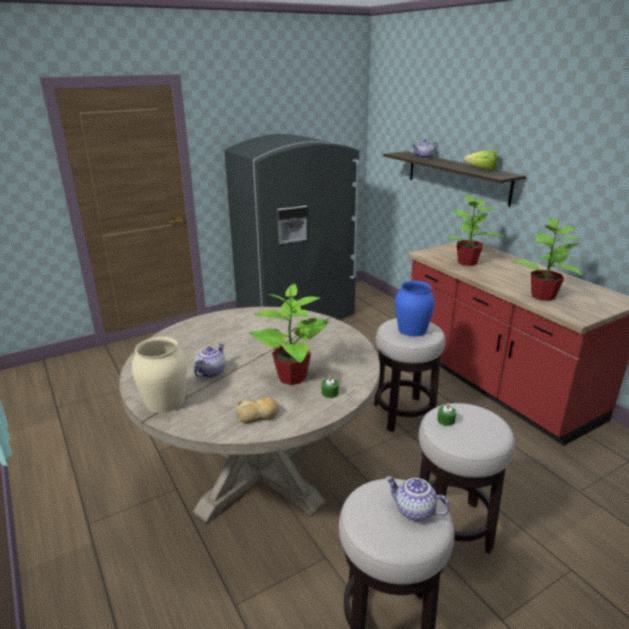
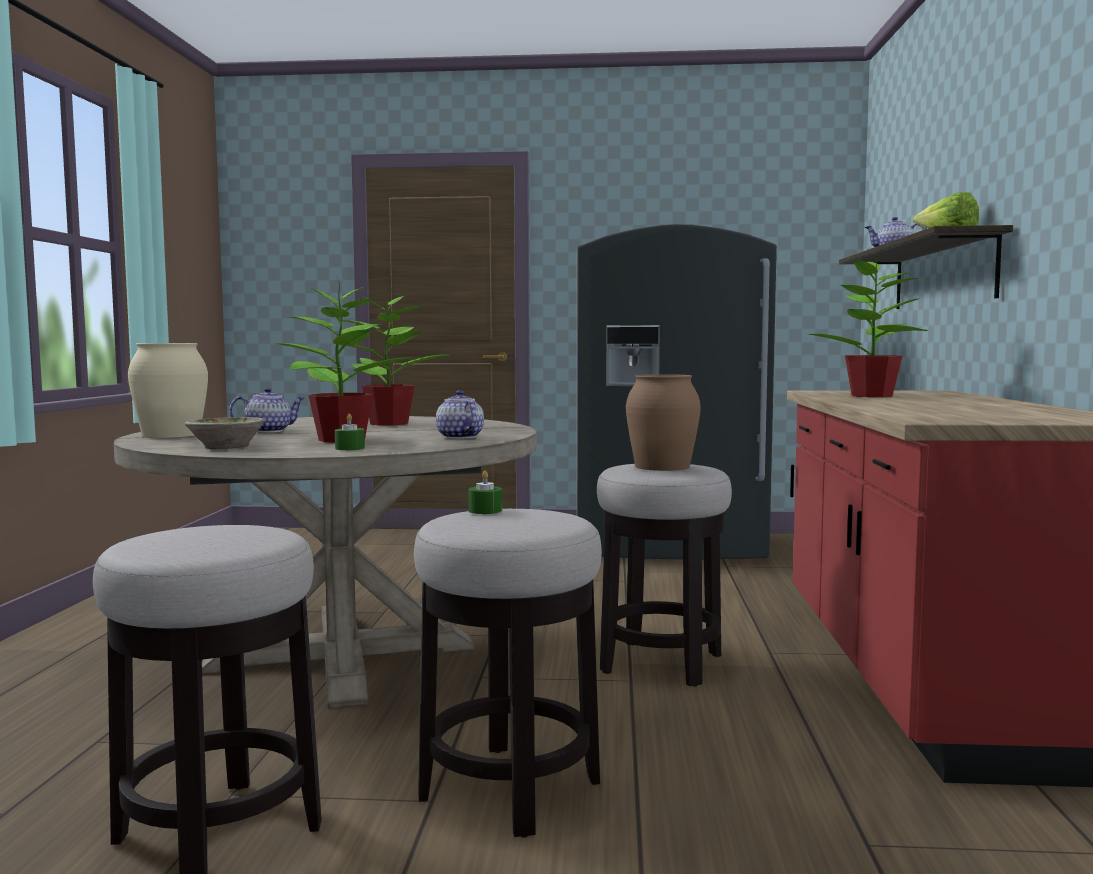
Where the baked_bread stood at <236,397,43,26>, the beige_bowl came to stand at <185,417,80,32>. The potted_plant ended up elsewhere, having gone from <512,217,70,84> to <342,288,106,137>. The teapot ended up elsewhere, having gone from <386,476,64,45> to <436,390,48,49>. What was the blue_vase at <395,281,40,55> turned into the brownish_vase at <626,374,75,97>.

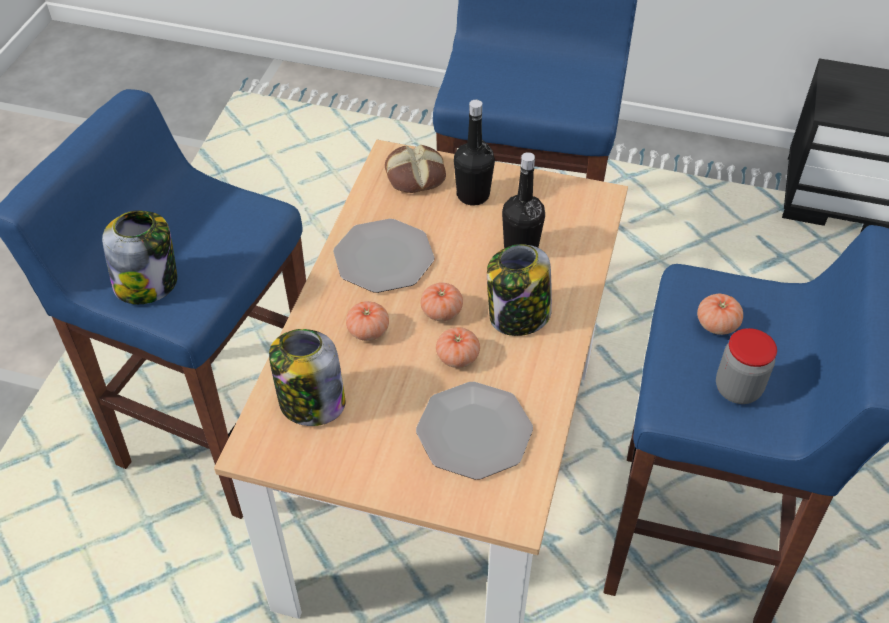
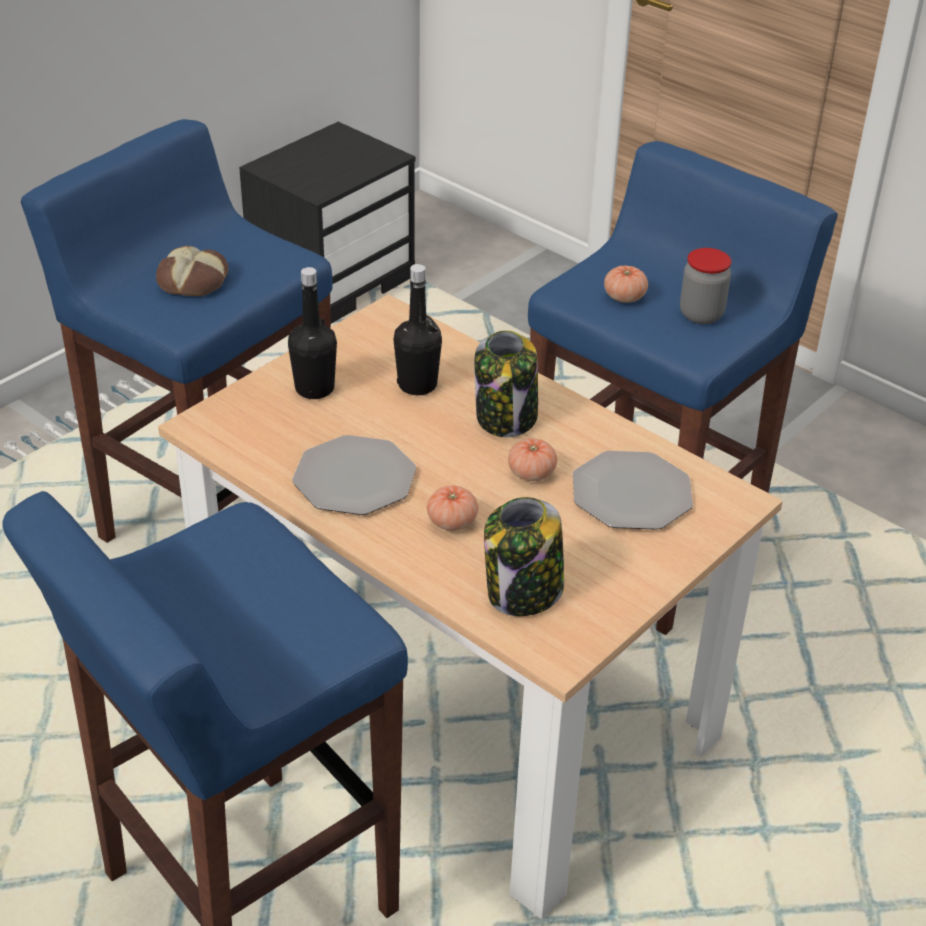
The baked_bread ended up elsewhere, having gone from <385,145,61,48> to <156,246,73,50>. The second view lost the preserve_jar at <102,210,75,94>. The second view lost the whole_tomato at <421,283,42,38>.

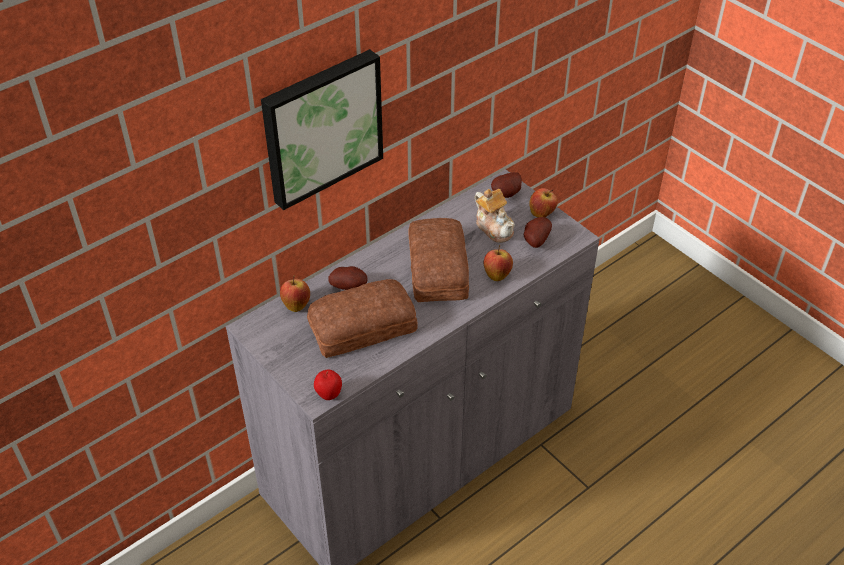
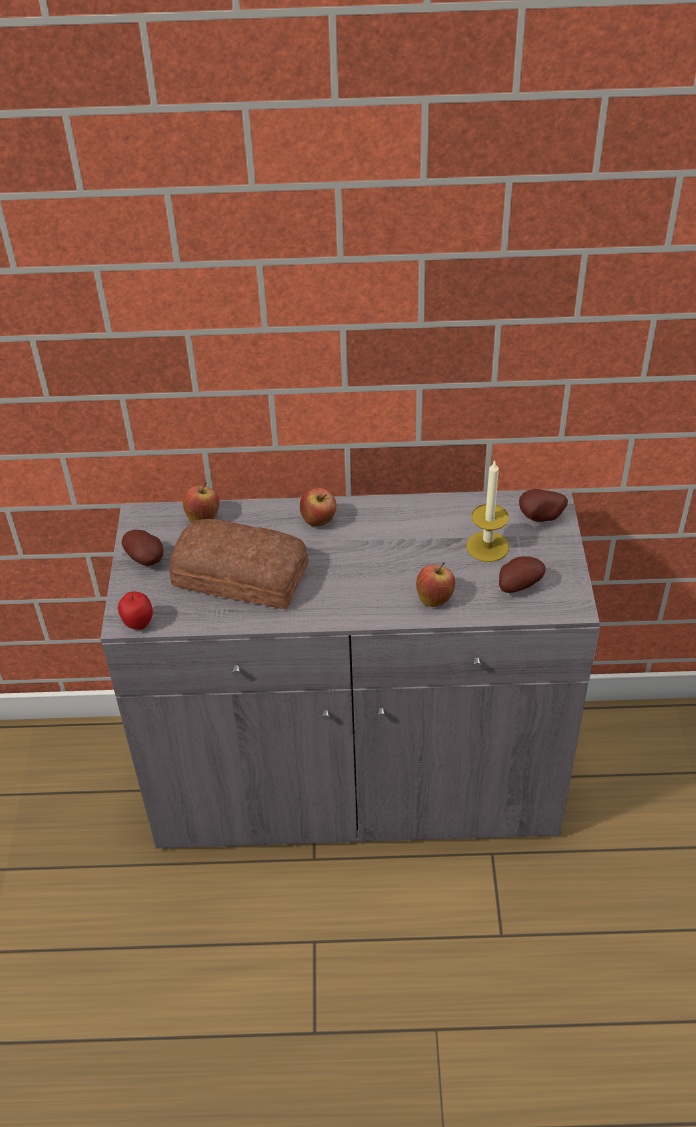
The spud ended up elsewhere, having gone from <328,266,40,24> to <122,530,42,36>. The whole_apple ended up elsewhere, having gone from <529,188,29,29> to <300,488,37,38>. Where the teapot stood at <475,189,40,54>, the candle came to stand at <466,460,43,102>. The second view lost the picture at <261,49,122,161>. The second view lost the baked_bread at <409,218,60,84>.

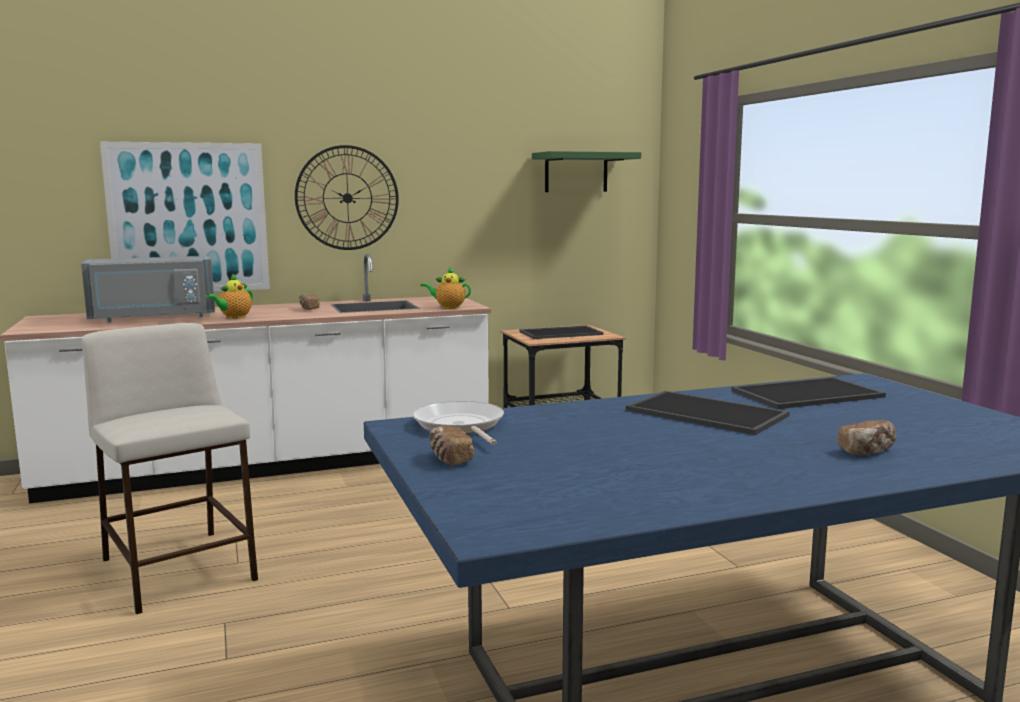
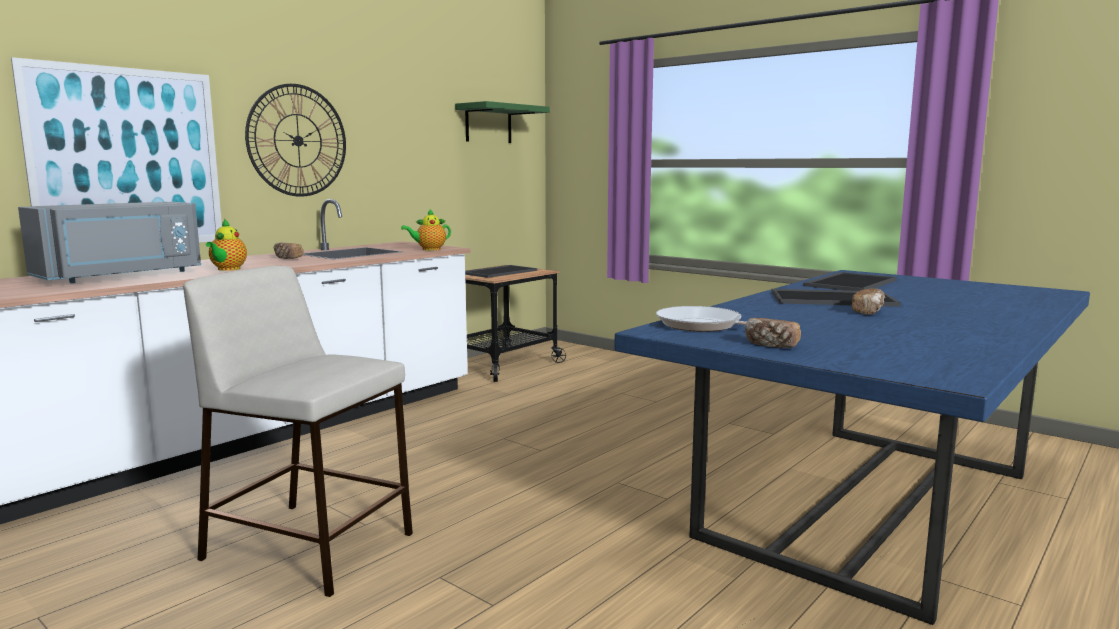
The baked_bread ended up elsewhere, having gone from <837,420,60,36> to <852,288,34,27>.

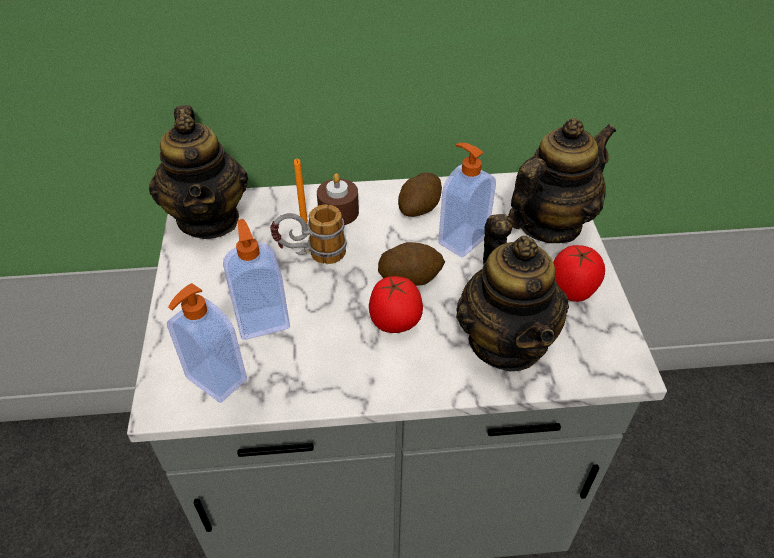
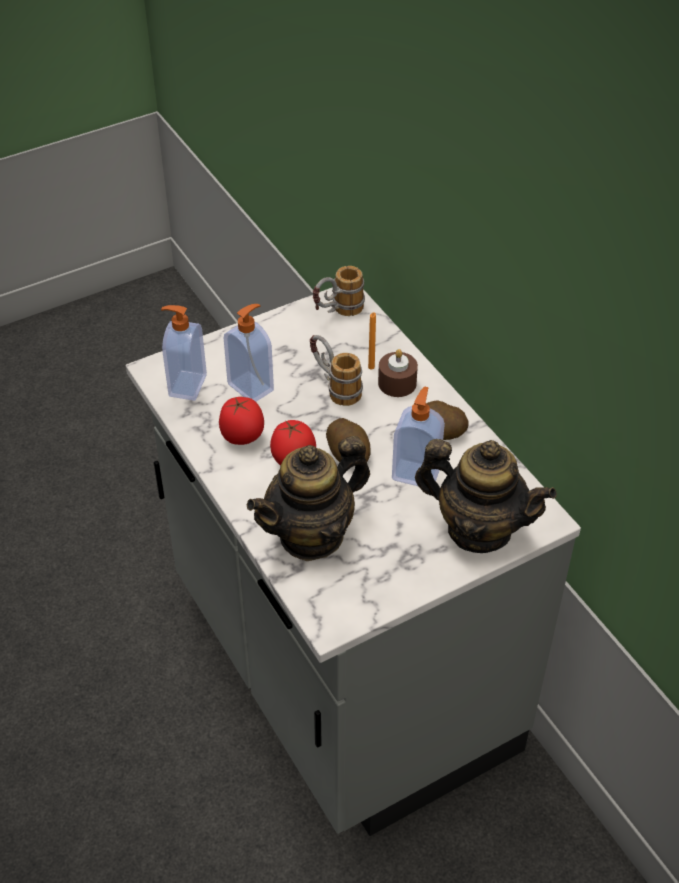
The whole_tomato ended up elsewhere, having gone from <553,245,52,57> to <219,397,45,48>. Where the teapot stood at <149,105,99,134>, the coffee_mug came to stand at <313,266,52,50>.

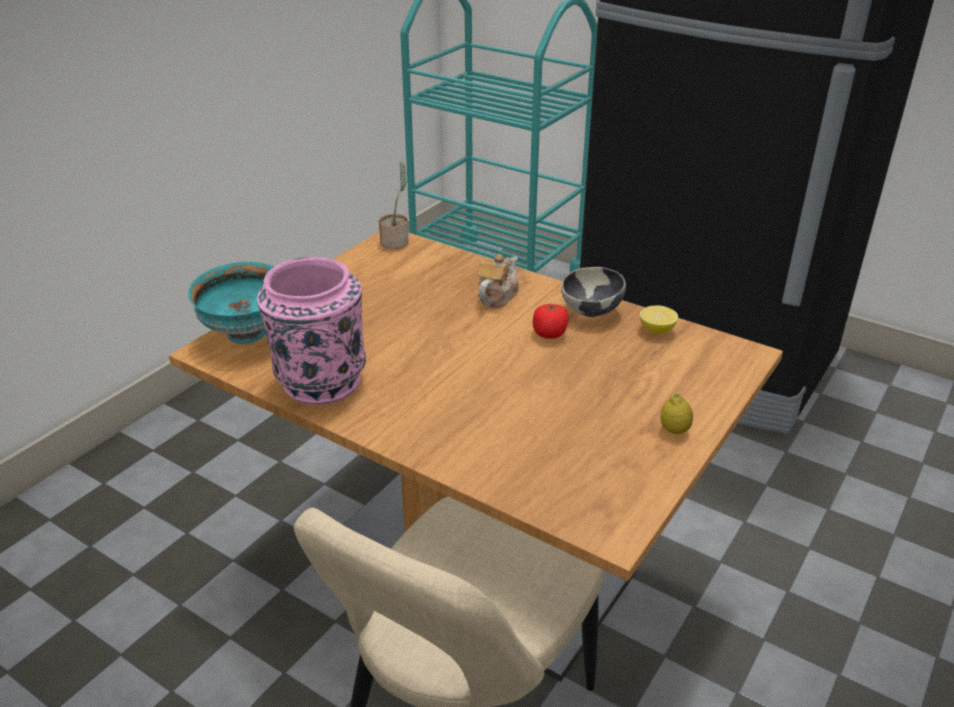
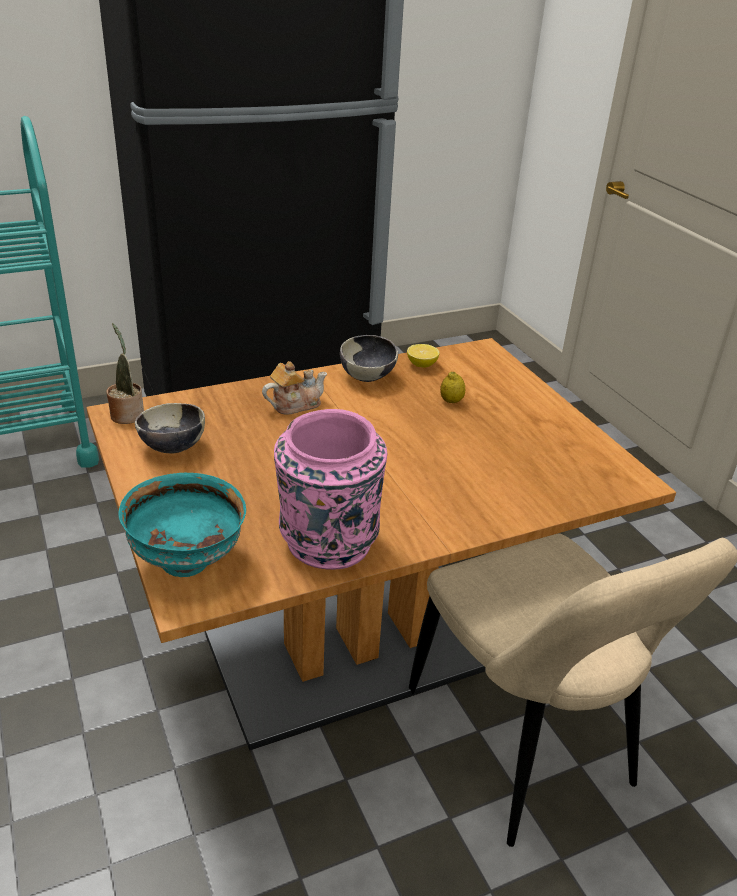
The second view gained the bowl at <135,403,70,51>. The teapot at <477,254,42,54> ended up facing another way, 90 degrees clockwise from before. The citrus_fruit ended up elsewhere, having gone from <661,394,32,40> to <440,372,25,31>. The second view lost the whole_tomato at <533,303,35,36>.

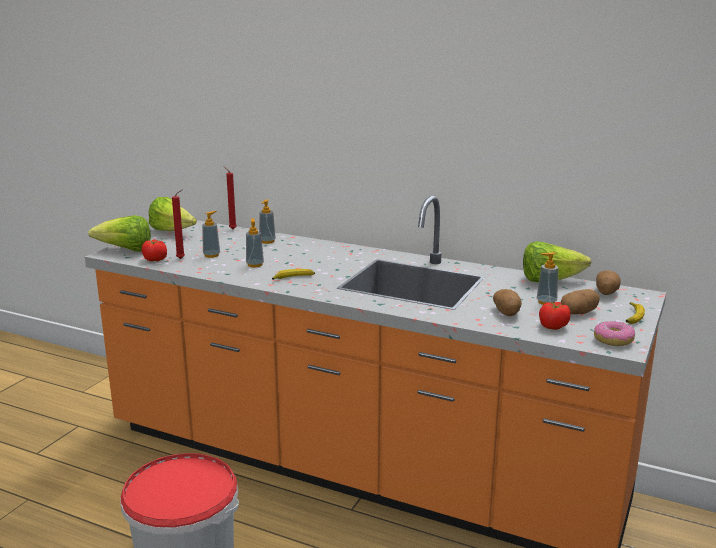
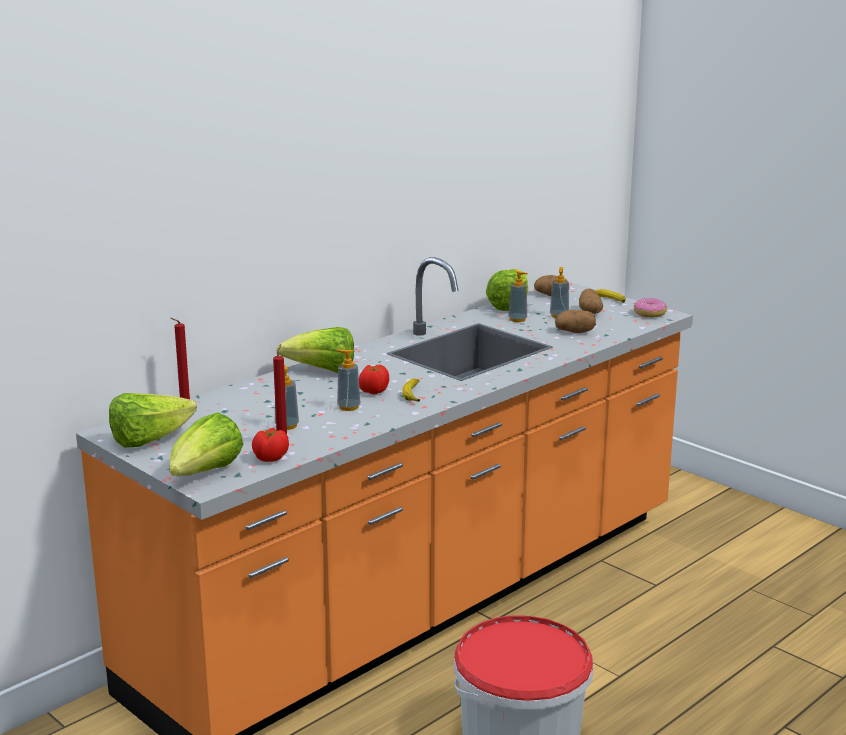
The second view gained the head_of_lettuce at <276,327,78,46>. The whole_tomato ended up elsewhere, having gone from <539,302,32,28> to <359,365,30,30>. The liquid_soap_bottle ended up elsewhere, having gone from <259,199,17,45> to <508,270,20,52>.

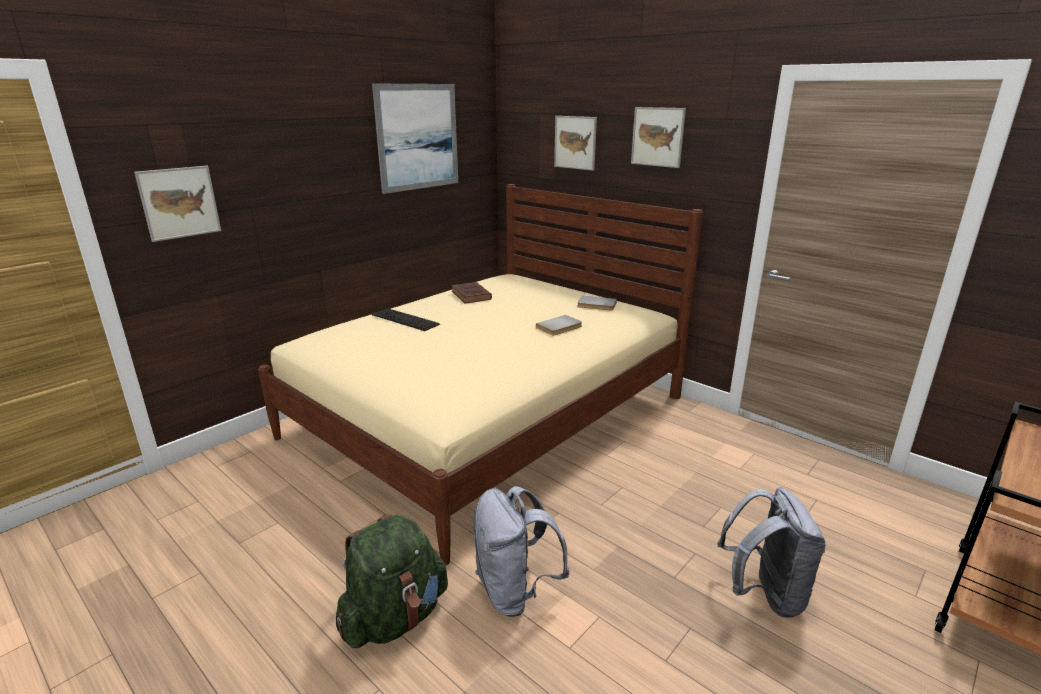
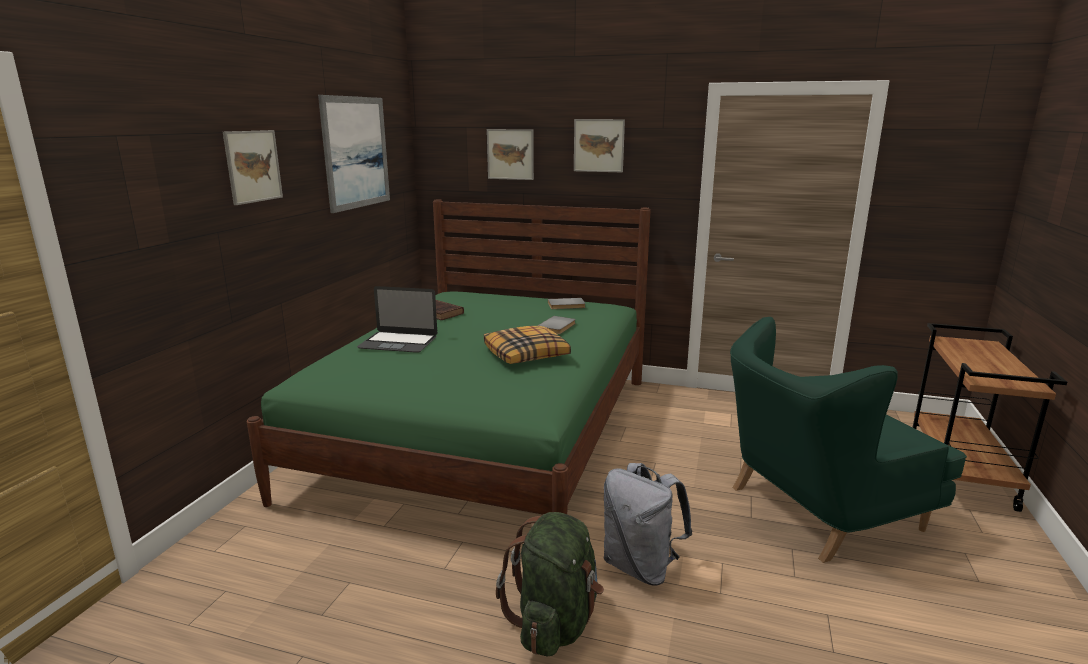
The picture ended up elsewhere, having gone from <134,166,87,76> to <223,130,60,75>. What was the beige_bedroom_bed at <258,184,445,381> turned into the green-coloured_bedroom_bed at <247,199,404,316>. Where the keyboard stood at <372,308,68,23>, the portable_computer came to stand at <357,286,80,67>. The second view gained the throw_pillow at <484,326,87,38>. Where the gray_backpack stood at <717,487,109,131>, the green-coloured_lounge_chair came to stand at <730,317,237,246>.

